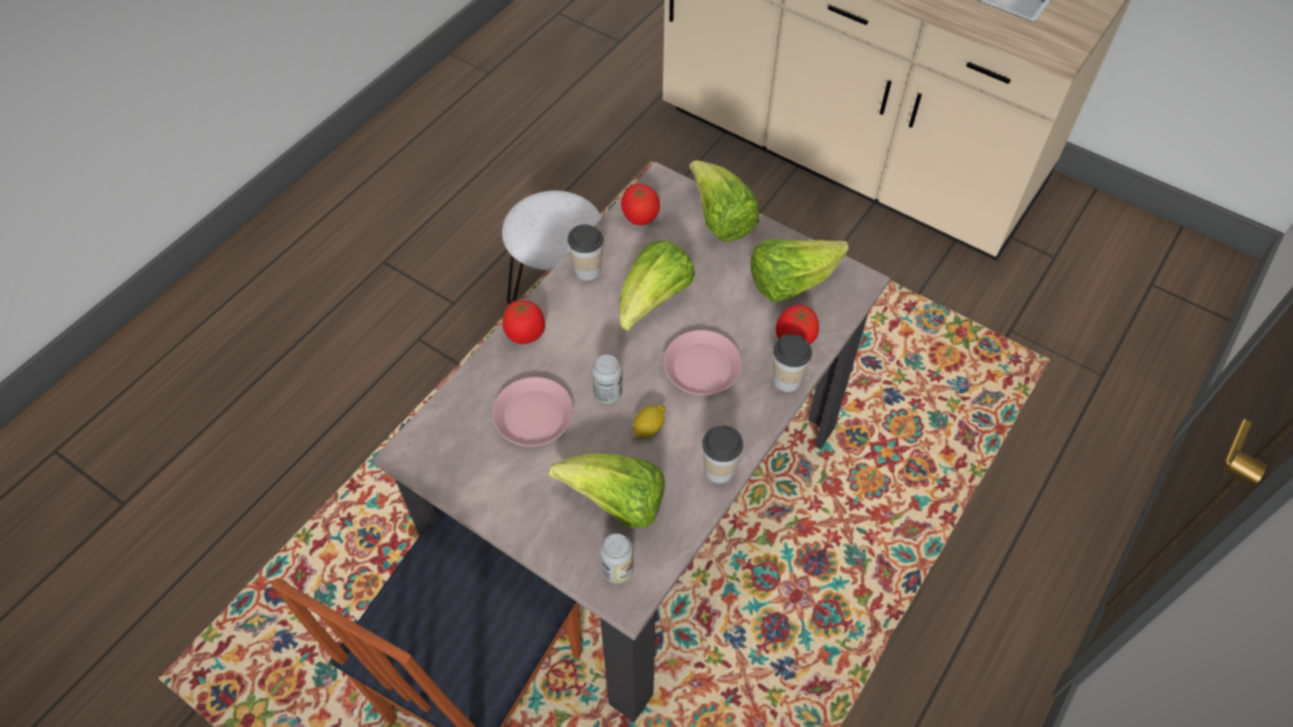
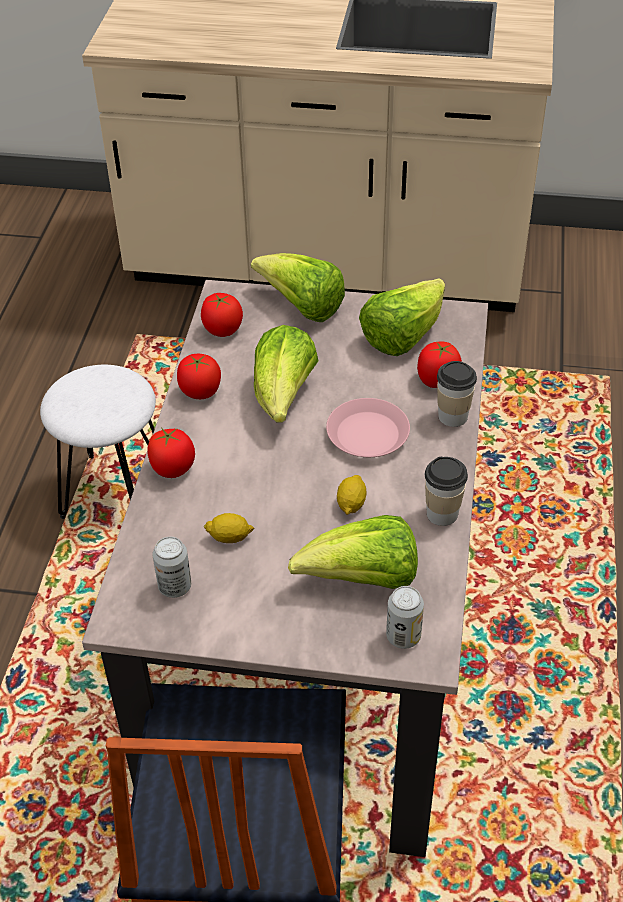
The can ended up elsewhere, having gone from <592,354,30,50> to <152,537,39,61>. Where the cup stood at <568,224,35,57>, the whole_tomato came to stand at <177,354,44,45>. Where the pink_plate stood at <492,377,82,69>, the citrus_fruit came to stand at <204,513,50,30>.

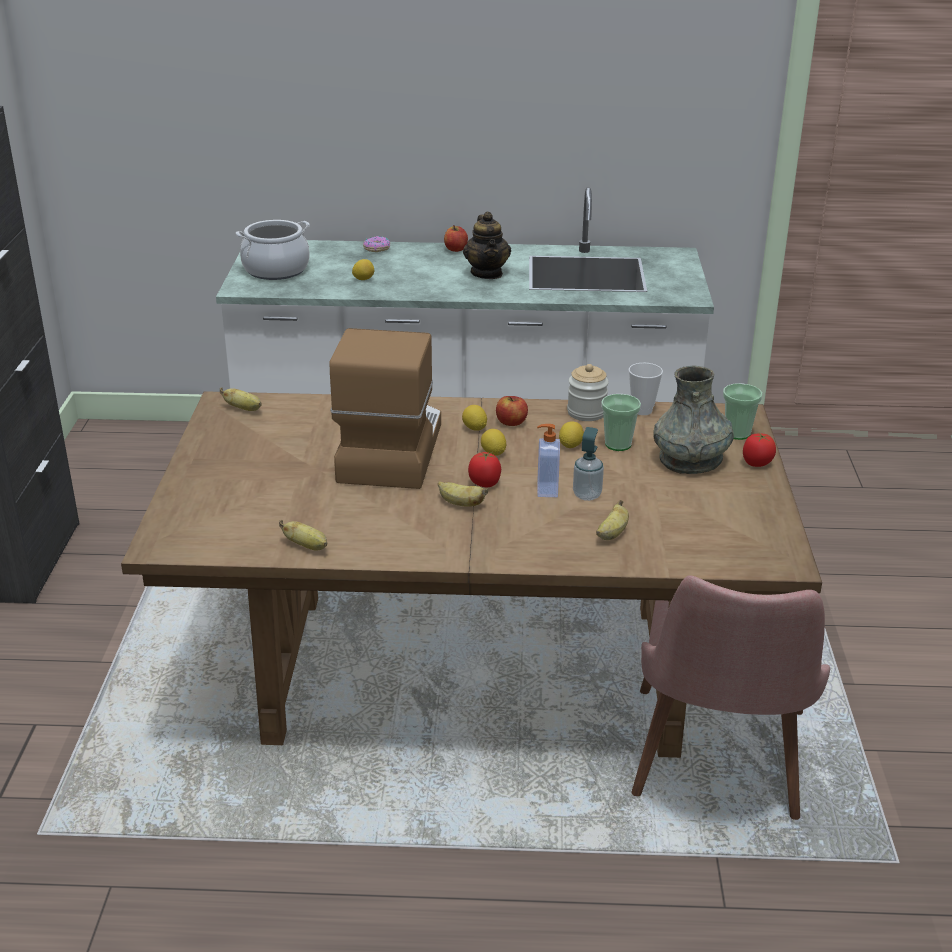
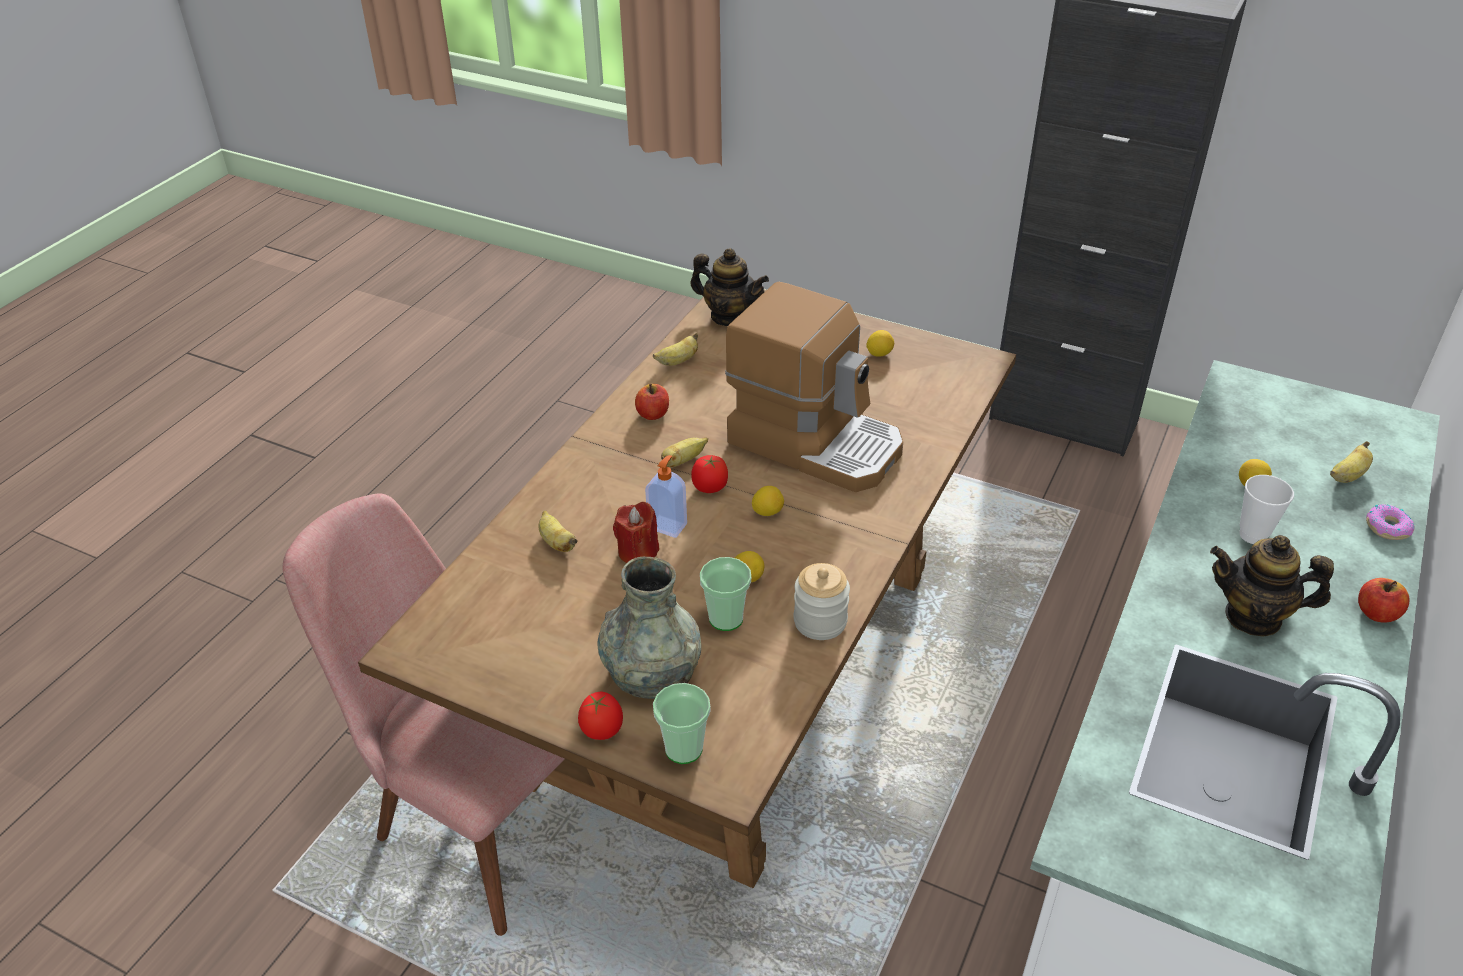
Where the liquid_soap_bottle stood at <573,427,31,74>, the red-coloured_candle came to stand at <613,502,46,61>. The whole_apple ended up elsewhere, having gone from <496,396,32,30> to <635,384,34,36>. The second view gained the teapot at <690,248,79,78>. The citrus_fruit ended up elsewhere, having gone from <462,405,25,26> to <866,330,28,27>. The cup ended up elsewhere, having gone from <629,363,34,52> to <1240,475,54,69>. The banana ended up elsewhere, having gone from <220,387,42,24> to <1330,441,43,42>. The second view lost the saucepot at <236,220,74,60>.

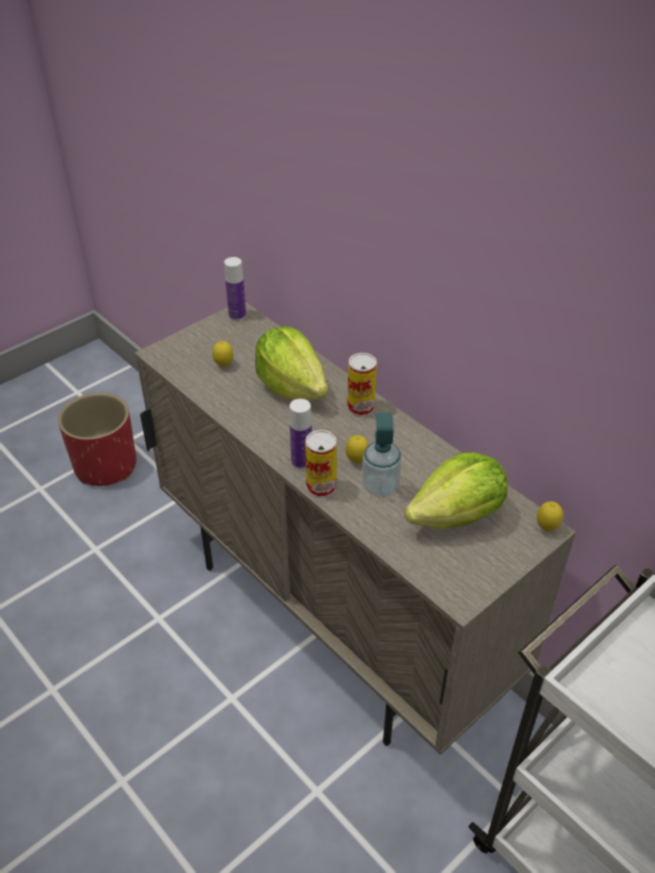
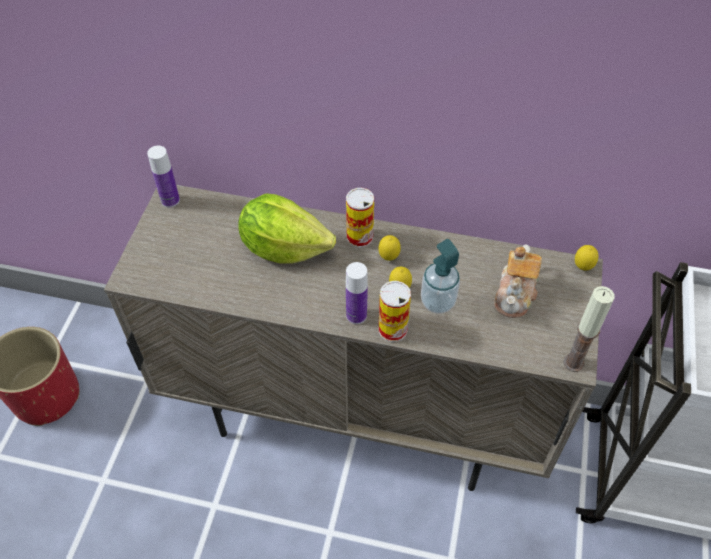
The citrus_fruit ended up elsewhere, having gone from <212,341,21,25> to <378,235,23,26>. Where the head_of_lettuce stood at <405,452,103,77>, the teapot came to stand at <494,245,48,73>. The second view gained the candle at <563,286,52,86>.

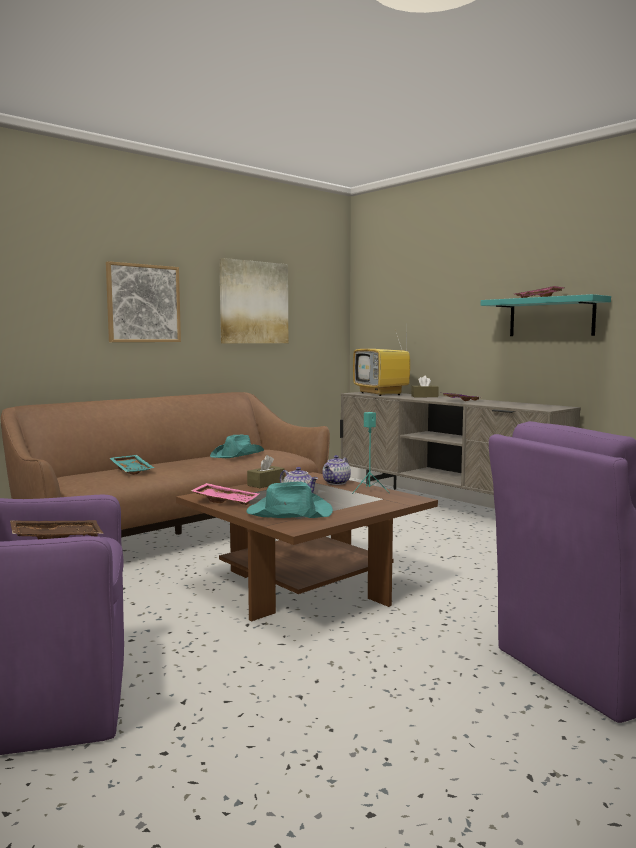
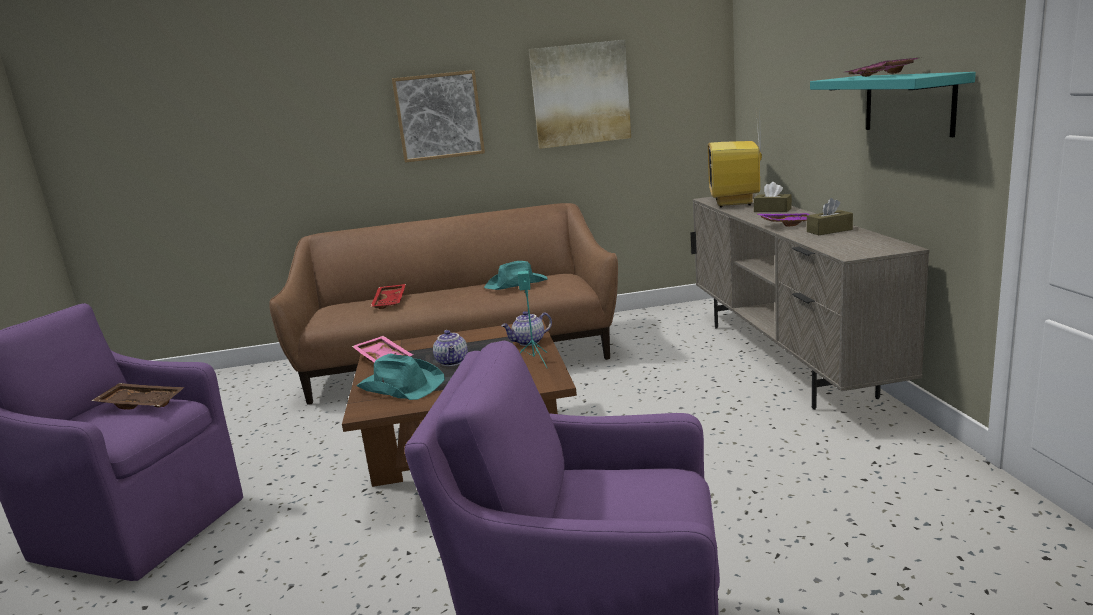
What was the blue-green_serving_tray at <110,455,44,20> turned into the red-coloured_serving_tray at <370,284,36,25>. The brownish_tissue_holder ended up elsewhere, having gone from <247,455,38,33> to <807,198,46,37>.

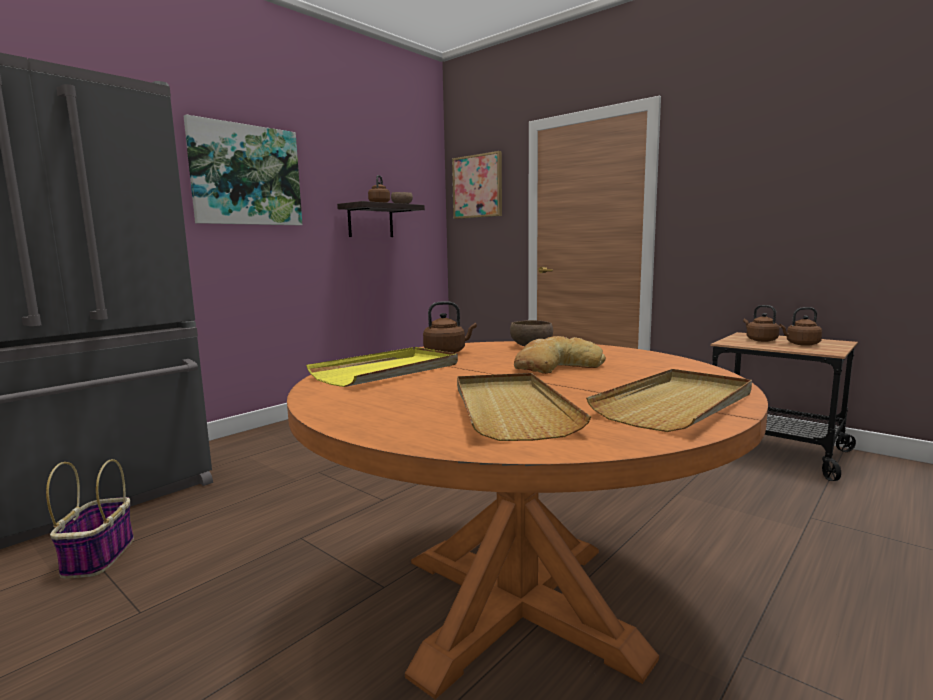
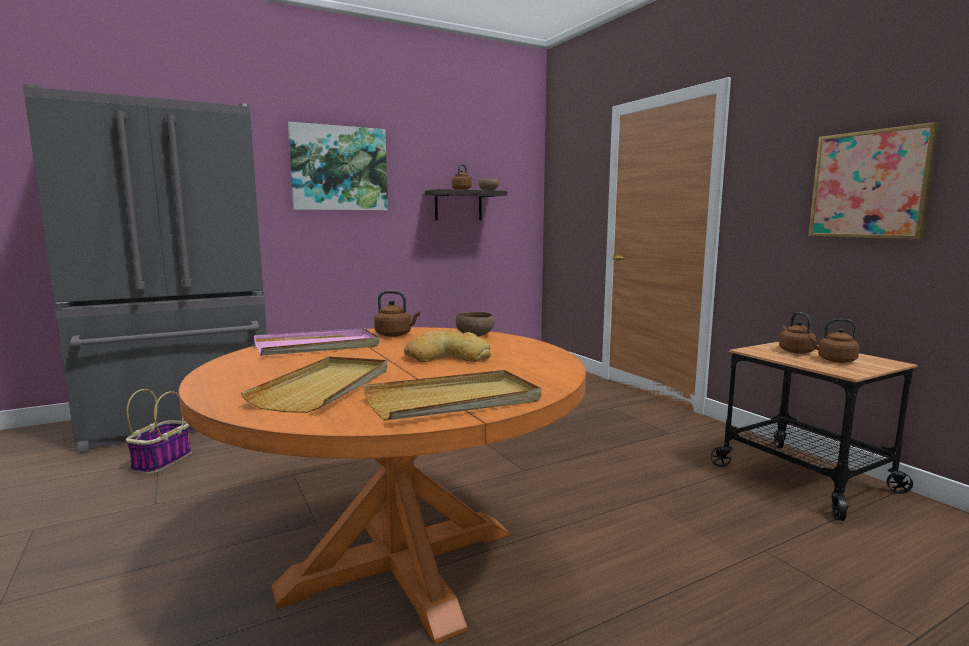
What was the yellowish_serving_tray at <306,347,152,40> turned into the pink_serving_tray at <254,328,125,28>. The picture ended up elsewhere, having gone from <452,151,50,68> to <808,122,131,117>.

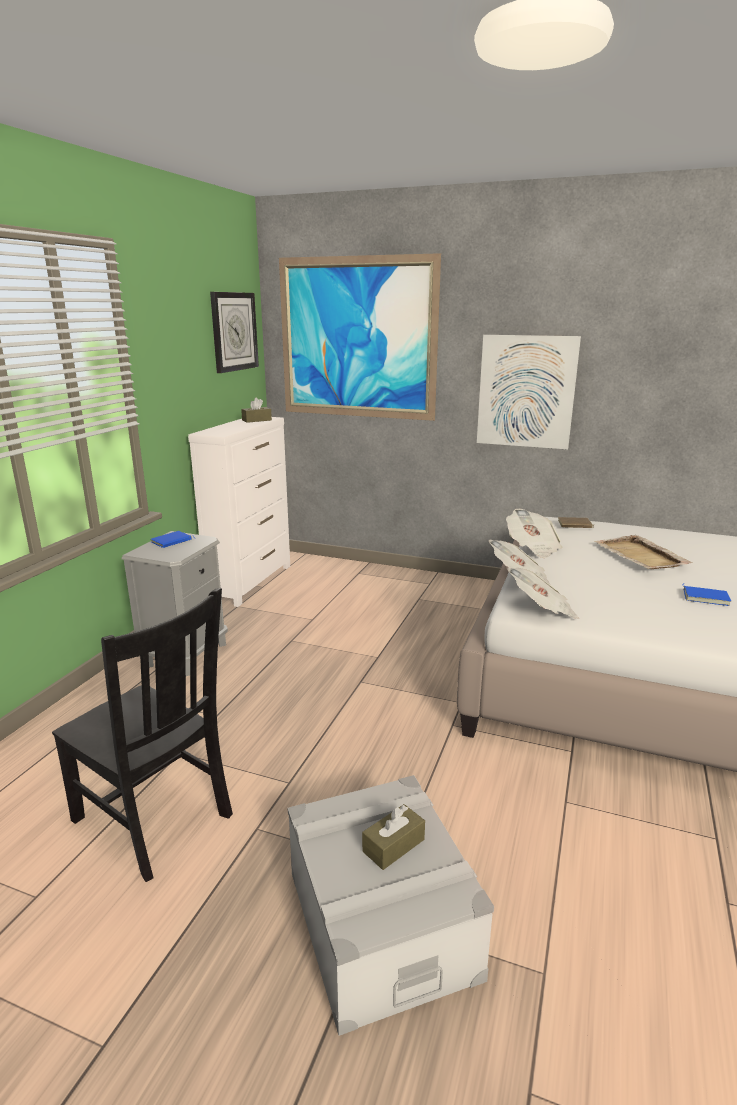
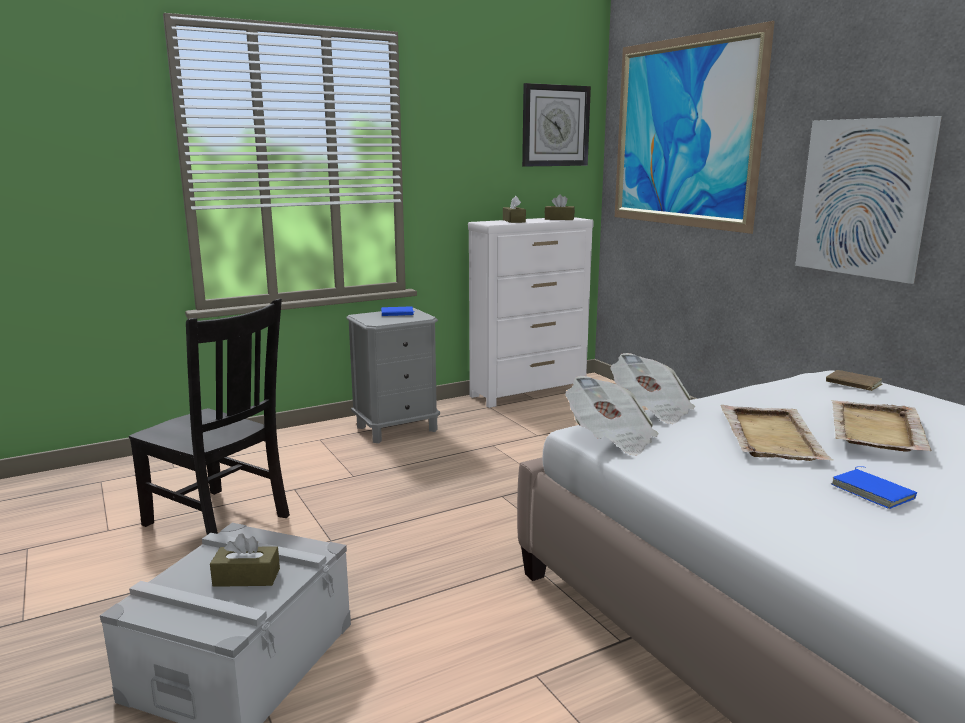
The black_plain_chair at <52,588,181,294> ended up facing another way, 45 degrees counterclockwise from before. The second view gained the brownish_tissue_holder at <503,196,23,27>. The second view gained the beige_serving_tray at <720,405,113,56>. The second view lost the newspaper at <506,509,57,49>.

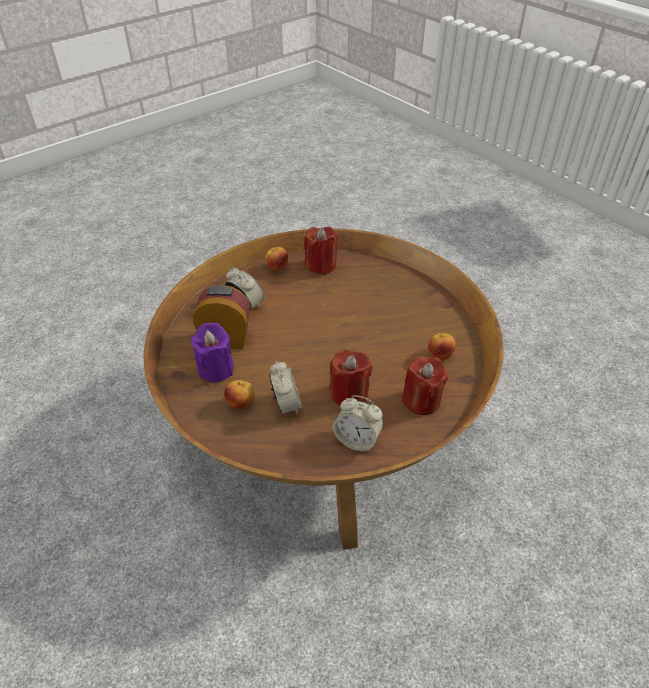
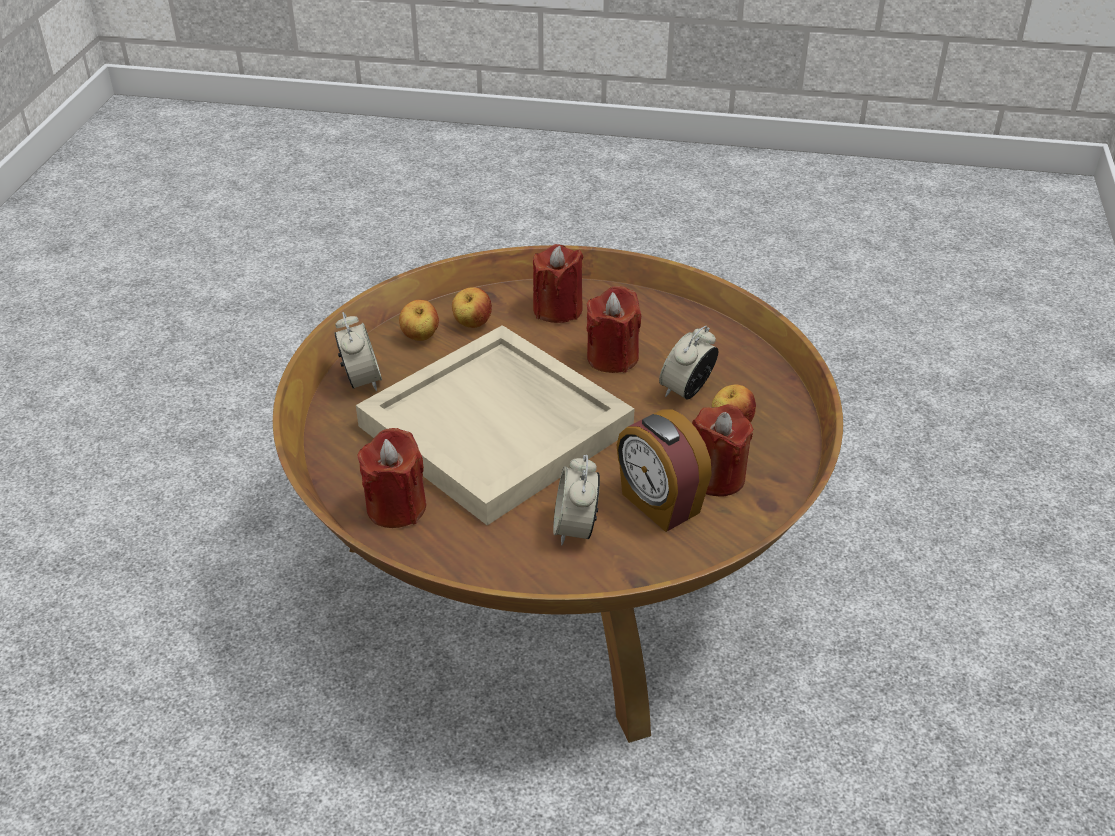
The alarm_clock ended up elsewhere, having gone from <333,395,50,57> to <334,312,48,79>. The second view gained the beige_serving_tray at <356,325,278,200>. The whole_apple ended up elsewhere, having gone from <265,247,23,24> to <399,300,40,41>. What was the purplish_candle at <191,322,43,61> turned into the red-coloured_candle at <692,404,61,93>.

